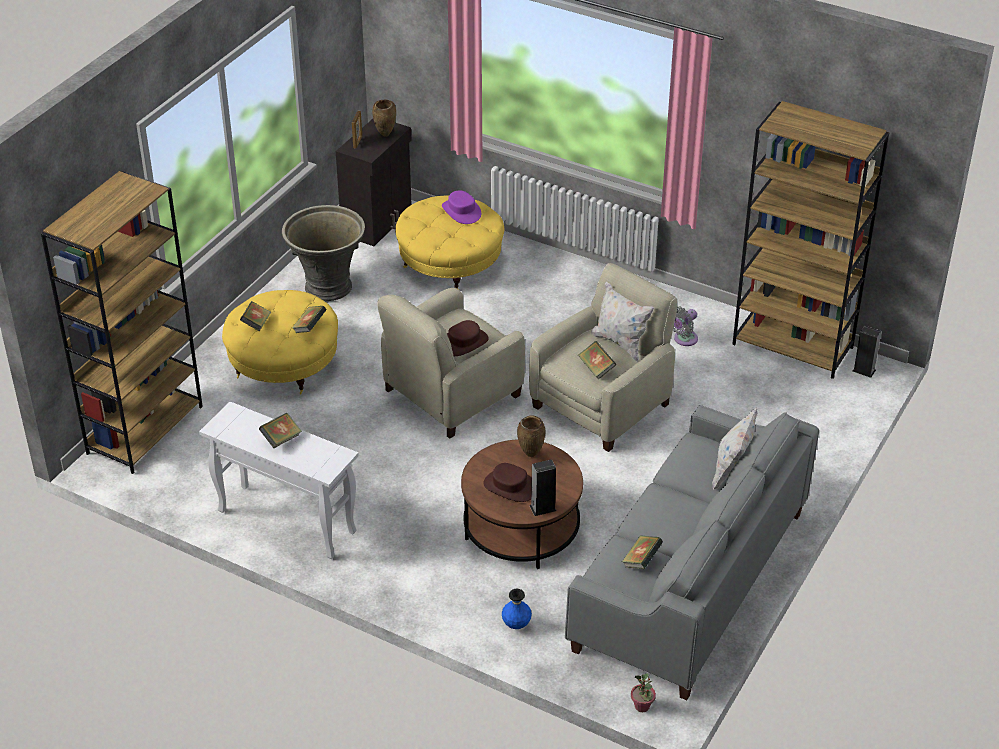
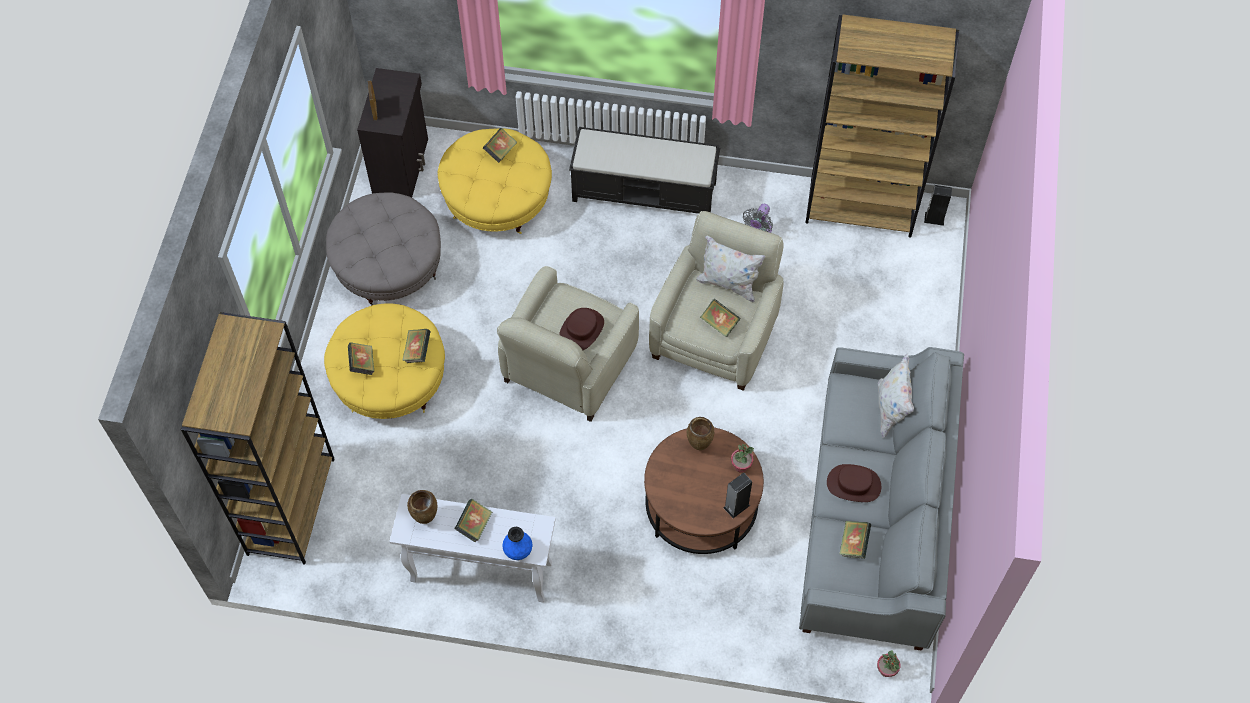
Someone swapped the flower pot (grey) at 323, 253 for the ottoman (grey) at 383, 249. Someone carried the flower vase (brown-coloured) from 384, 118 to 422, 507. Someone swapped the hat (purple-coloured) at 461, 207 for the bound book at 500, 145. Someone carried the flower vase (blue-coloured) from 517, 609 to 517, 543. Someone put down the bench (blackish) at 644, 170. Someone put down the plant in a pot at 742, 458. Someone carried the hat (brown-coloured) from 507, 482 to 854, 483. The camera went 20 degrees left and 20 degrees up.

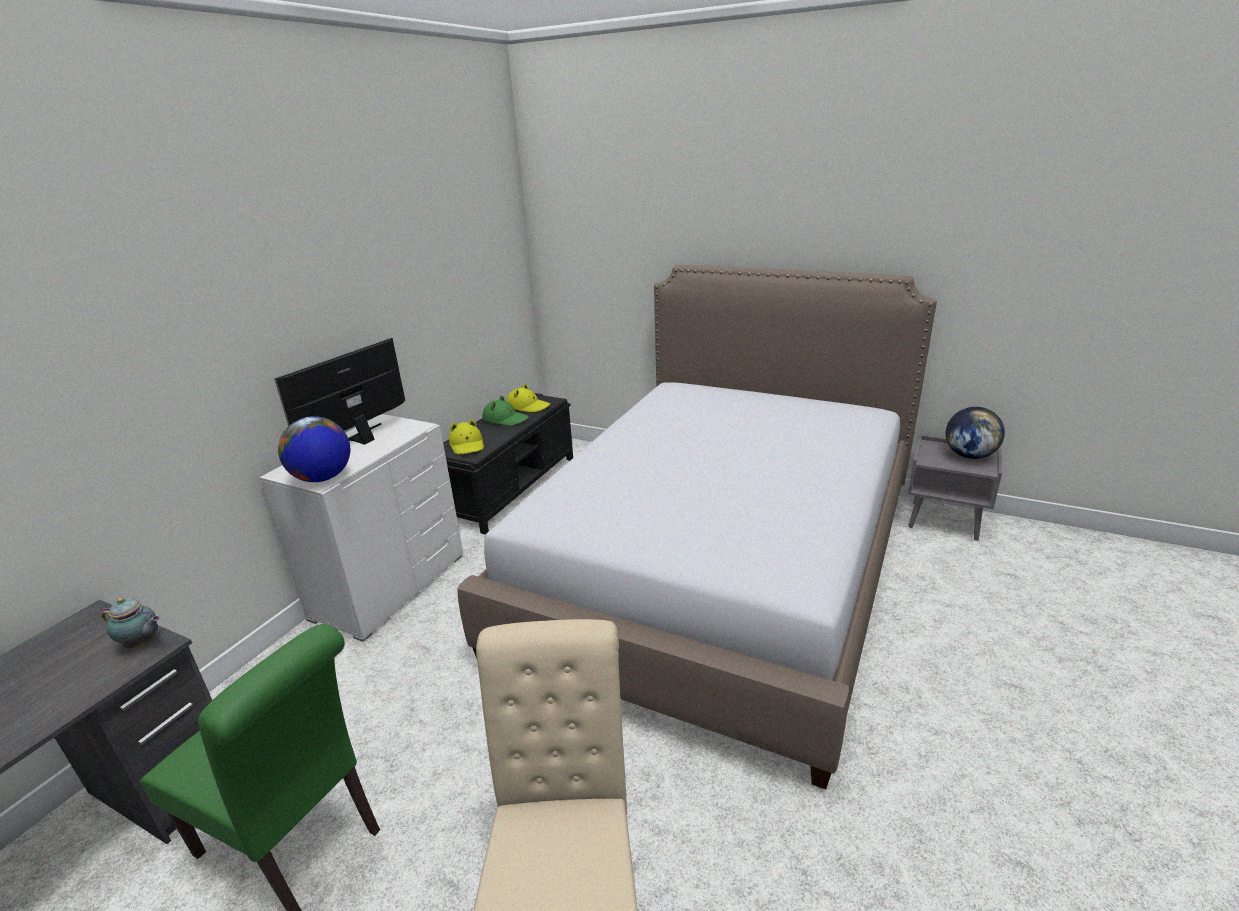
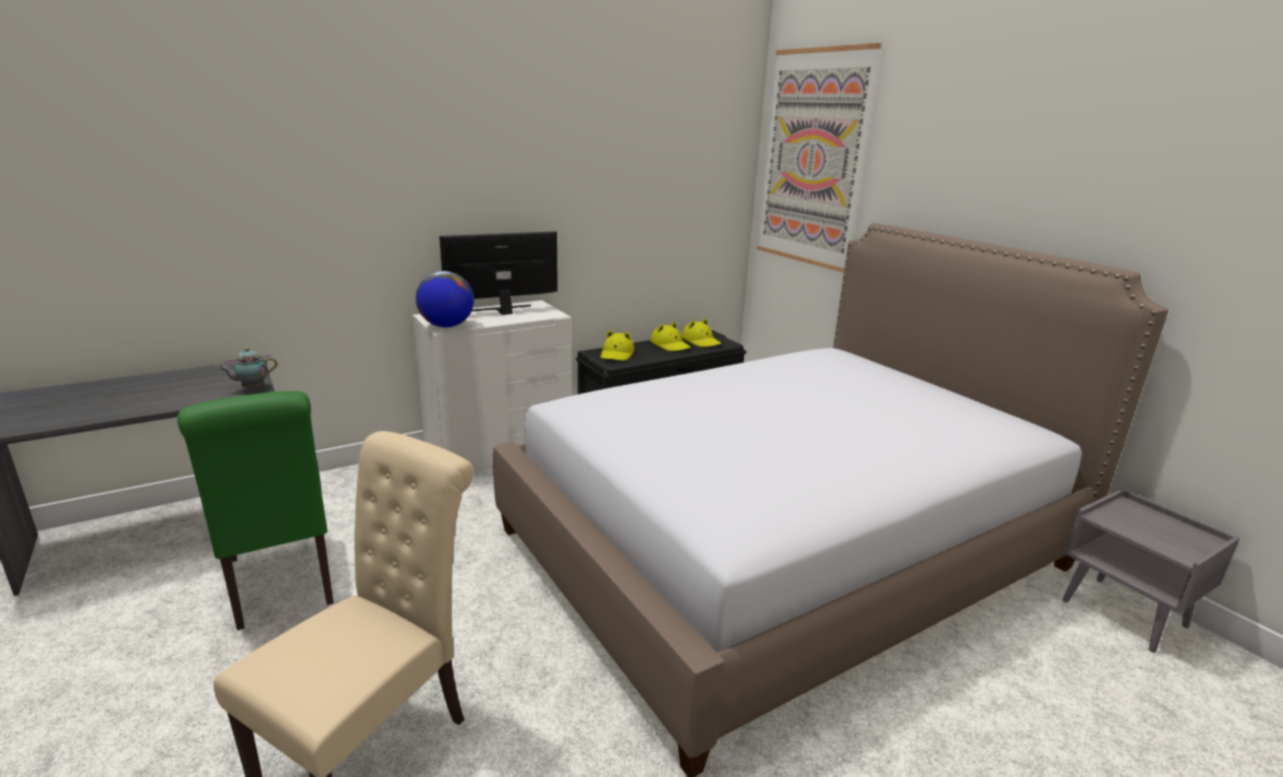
Someone rotated the pot for tea at 130, 622 by 105 degrees clockwise. Someone repainted the hat (green) at 505, 410, which became the hat (yellow) at 670, 336. Someone put up the picture at 819, 158. Someone took away the globe at 975, 433. The camera went 30 degrees right and 5 degrees down.

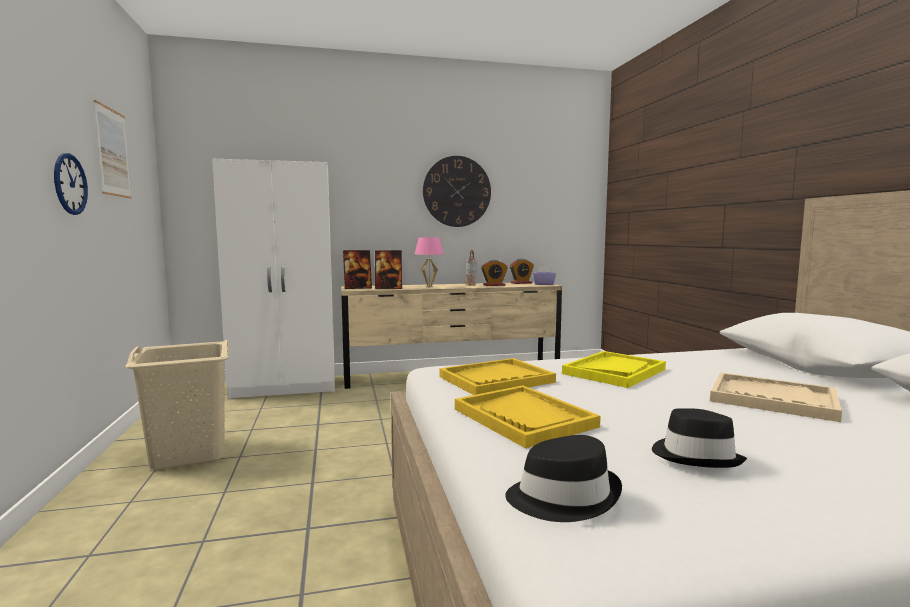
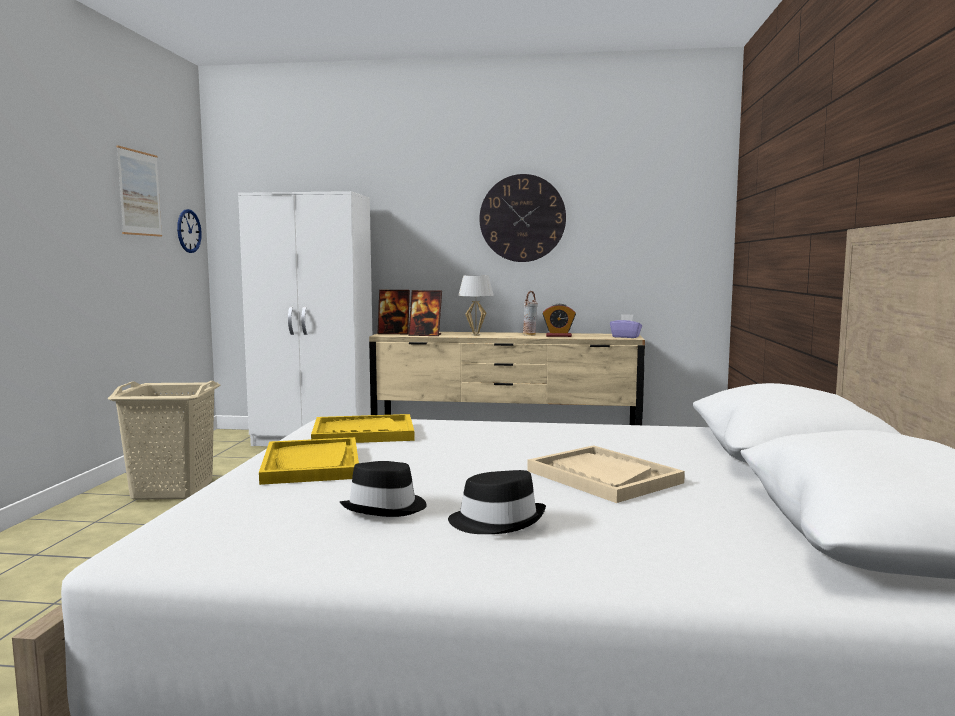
Someone carried the wall clock from 71, 184 to 189, 231. Someone carried the hat (blackish) from 563, 478 to 497, 502. Someone repainted the lamp for a table (pink) at 429, 262, which became the lamp for a table (whitish) at 476, 305. Someone took away the table clock at 522, 271. Someone took away the serving tray (yellow) at 614, 369. The camera went 20 degrees right and 0 degrees up.

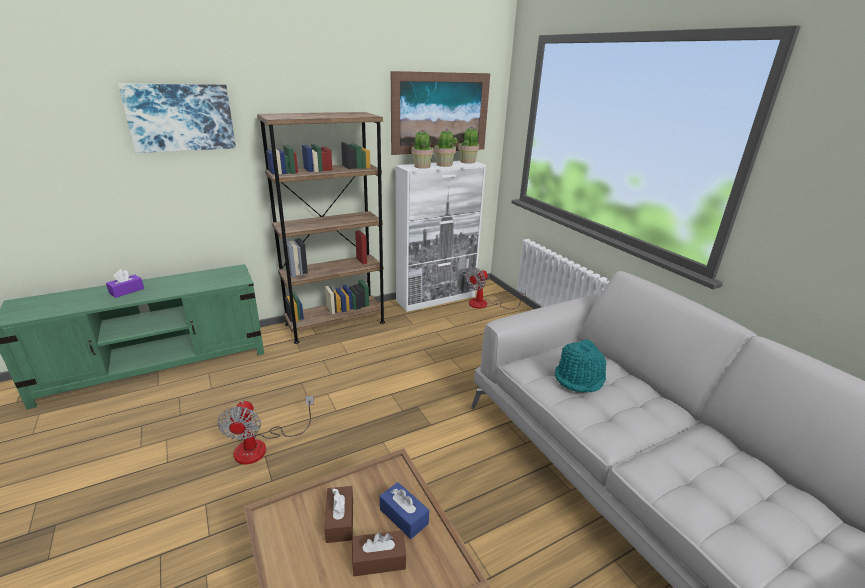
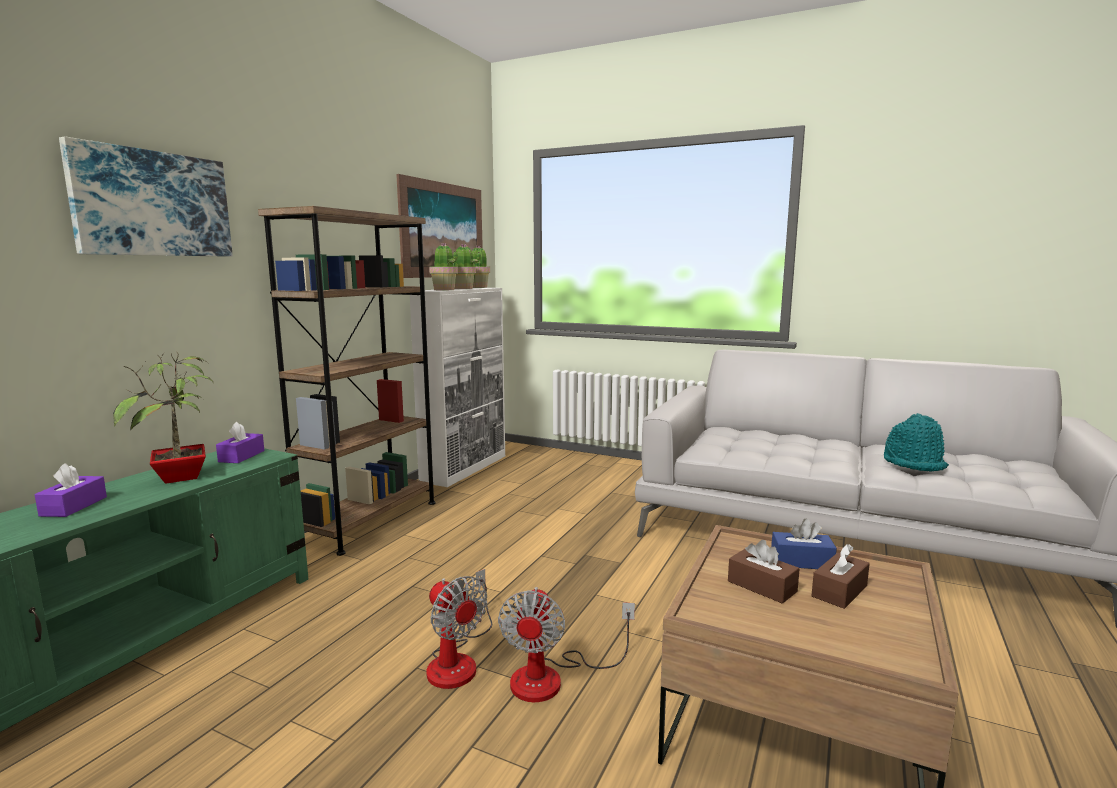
Someone put down the plant in a pot at 163, 418. Someone put down the box of tissues (purple-coloured) at 240, 442. Someone carried the electric fan from 496, 288 to 566, 644. Someone carried the hat (blue-green) from 580, 366 to 916, 442. The camera went 35 degrees left and 15 degrees down.

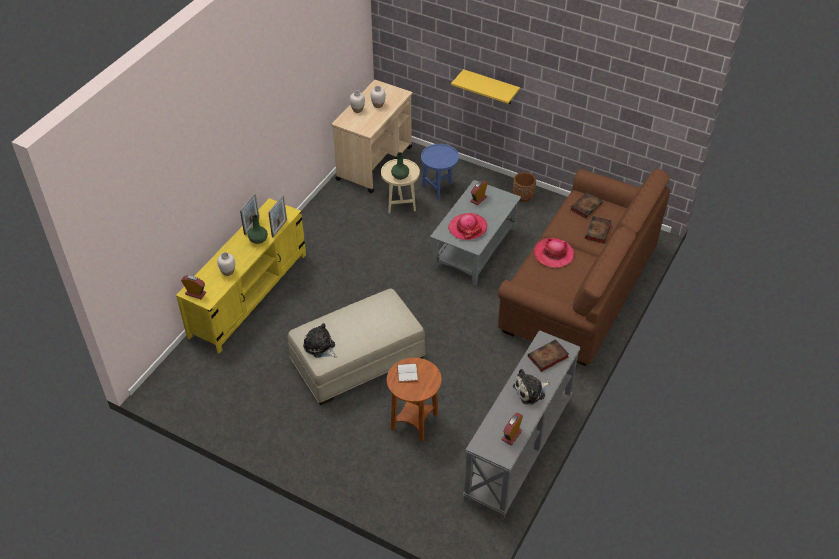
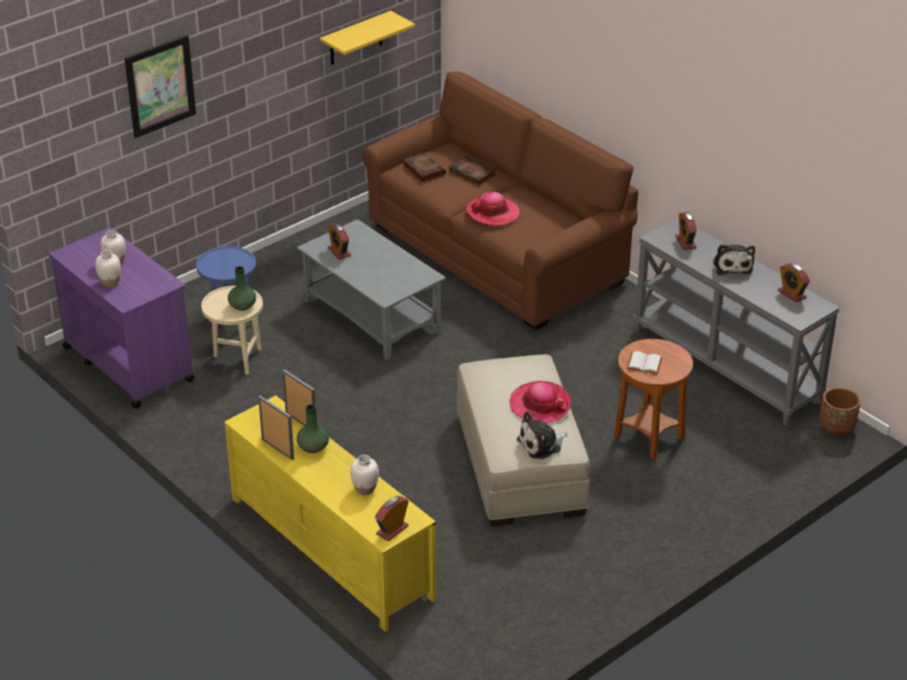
Someone repainted the wheeled cart (sand-coloured) at 372, 136, which became the wheeled cart (purple-coloured) at 122, 318. Someone put up the picture at 160, 86. Someone carried the bracket shelf (yellow) from 485, 86 to 367, 38. Someone carried the hat from 467, 226 to 540, 402. Someone swapped the bound book at 548, 355 for the table clock at 686, 231. Someone carried the flower pot (brown-coloured) from 524, 187 to 840, 412. The camera went 70 degrees left and 10 degrees down.

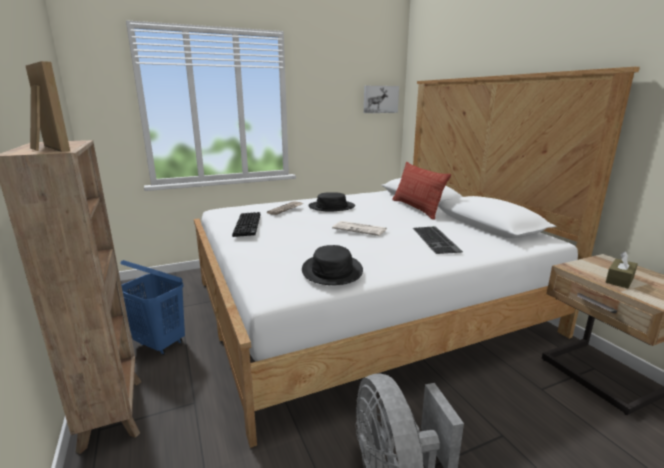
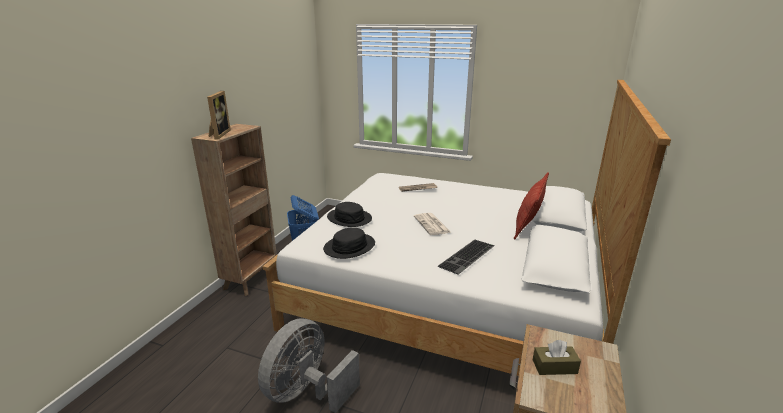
Someone carried the hat (blackish) from 331, 201 to 349, 214. Someone took away the computer keyboard at 246, 224. Someone took away the picture at 381, 99. The camera went 45 degrees right and 5 degrees up.

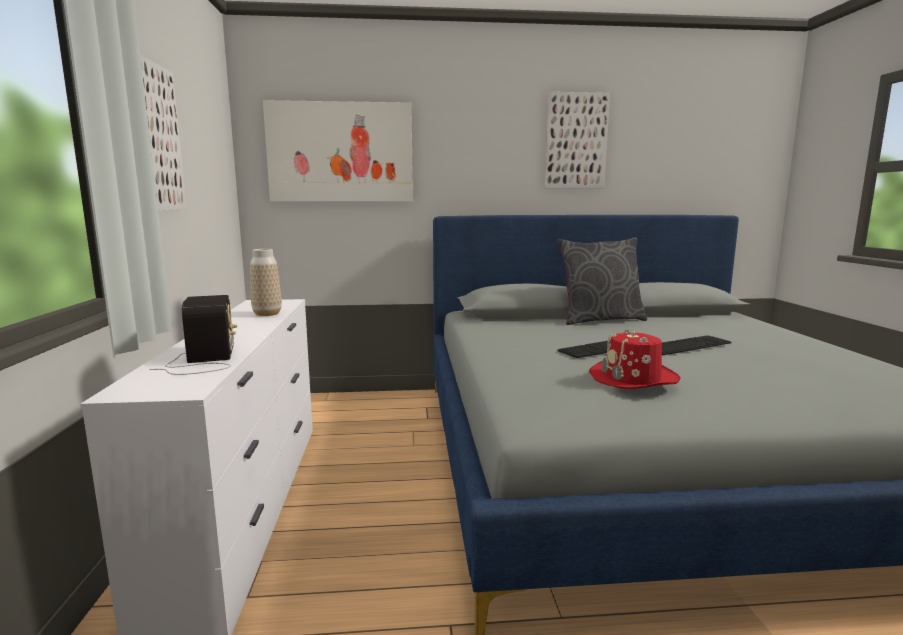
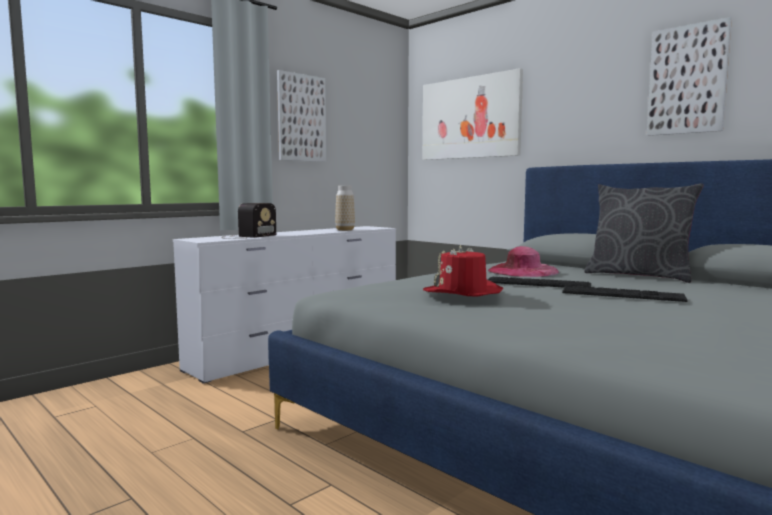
Someone put down the hat (pink) at 523, 261. The camera went 50 degrees right and 5 degrees down.

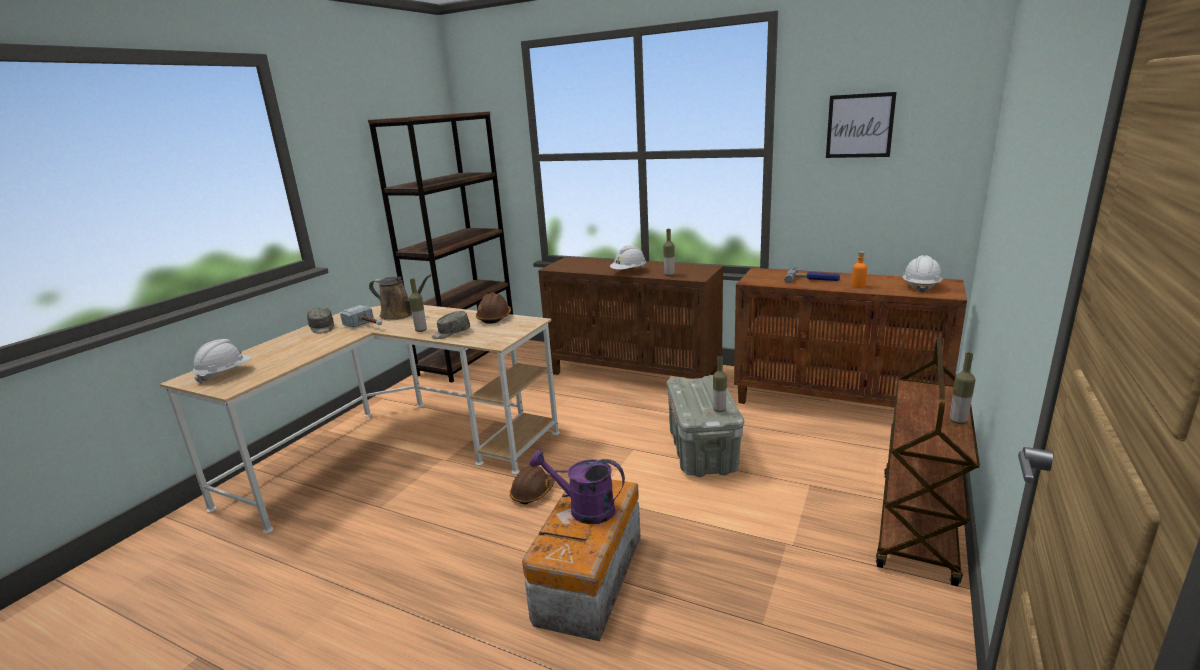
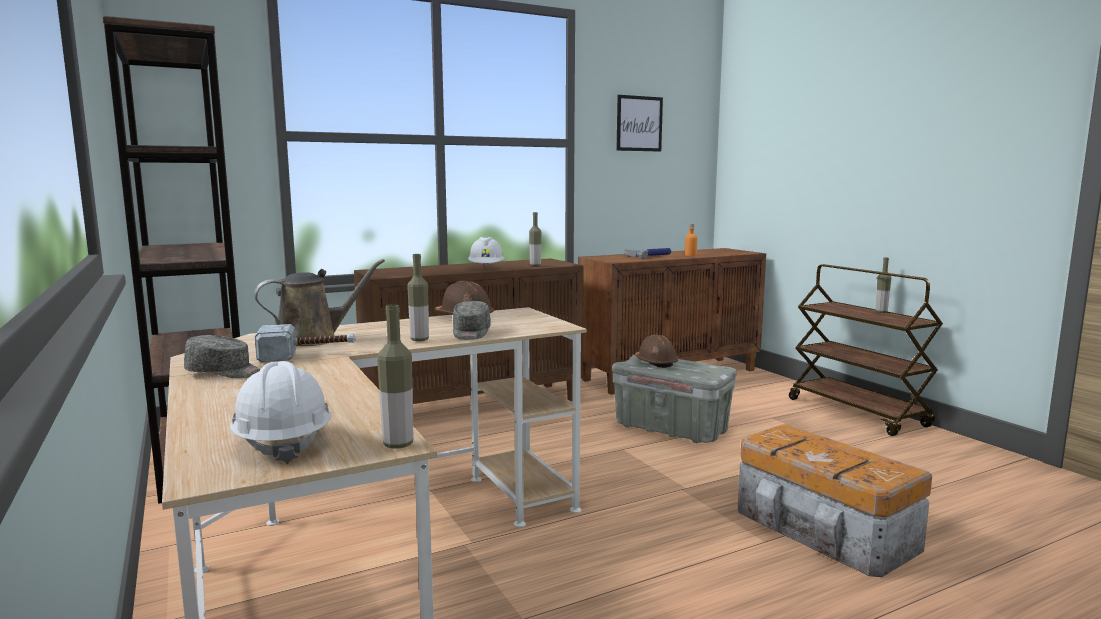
Someone carried the drink bottle from 720, 384 to 395, 376. Someone carried the work helmet (brown-coloured) from 532, 485 to 656, 351. Someone took away the watering pot (purple-coloured) at 577, 487. Someone took away the work helmet (whitish) at 922, 274. The camera went 55 degrees left and 10 degrees down.

